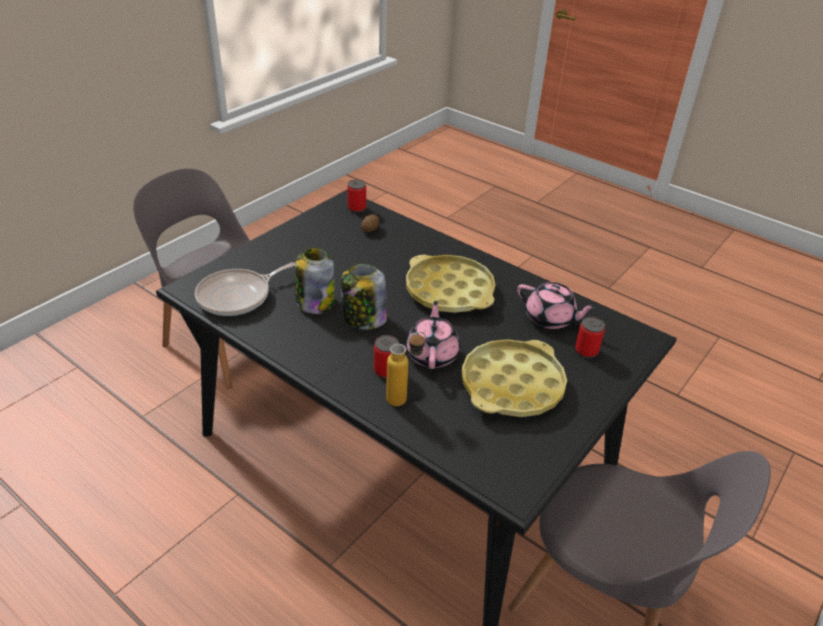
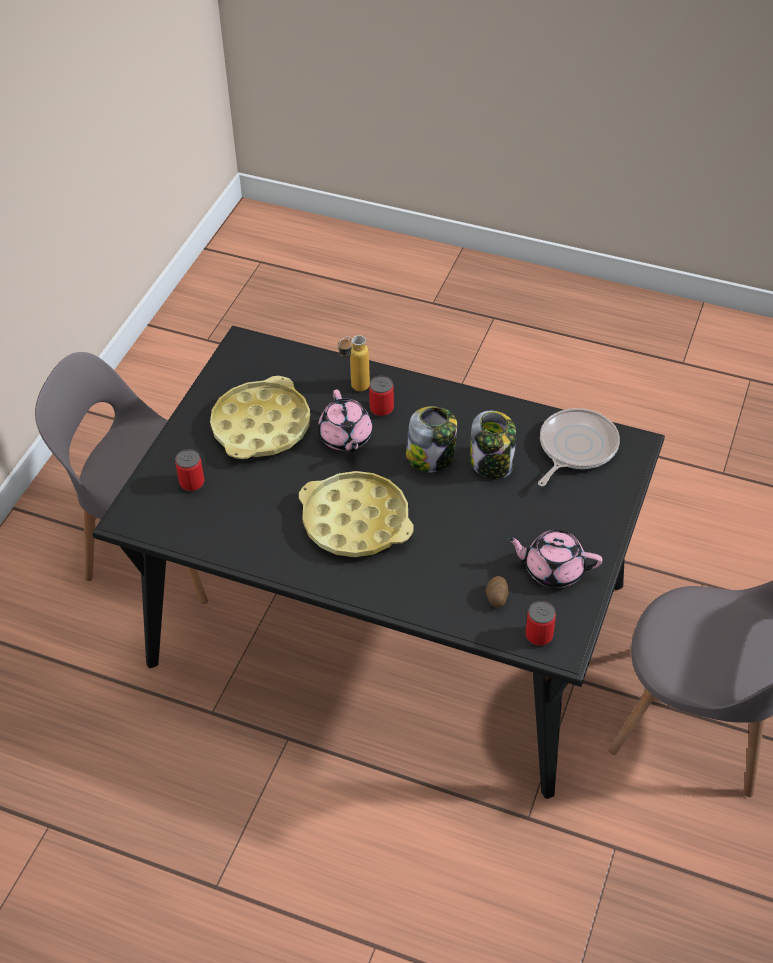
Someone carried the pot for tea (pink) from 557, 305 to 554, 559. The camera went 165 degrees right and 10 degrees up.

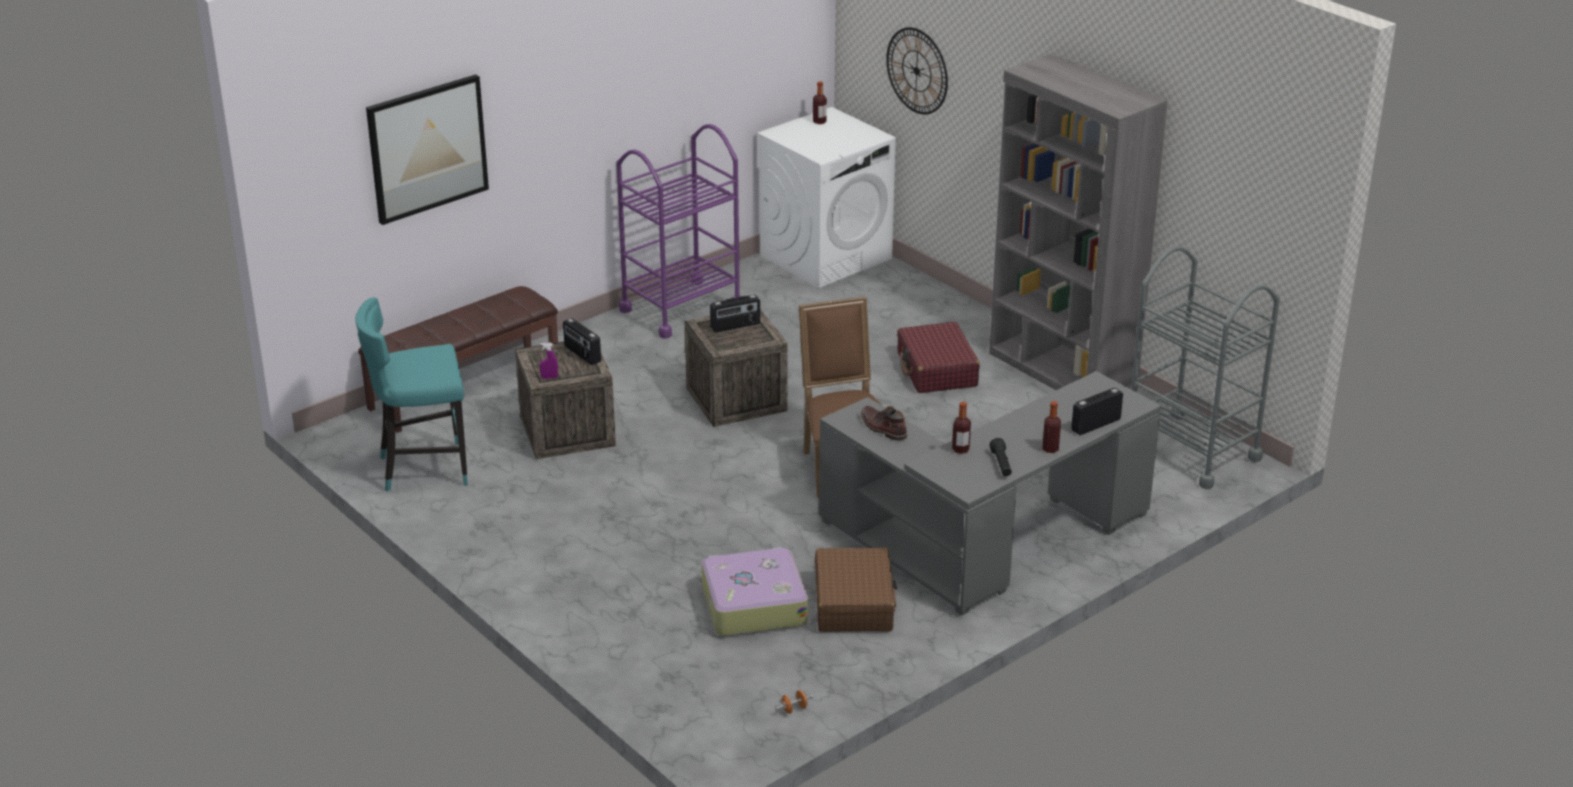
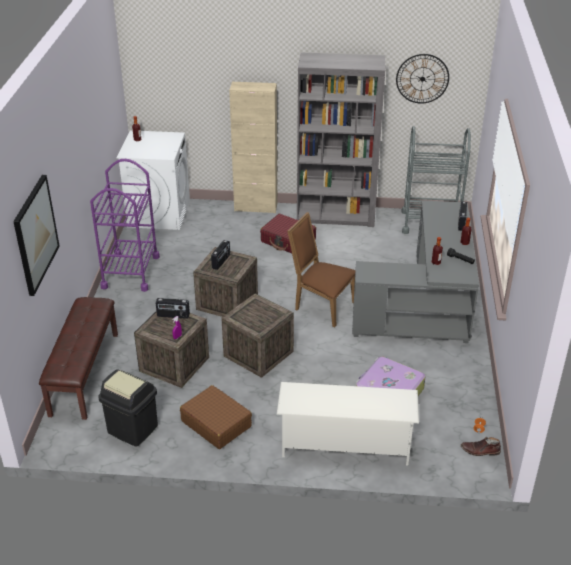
Someone swapped the stool seat (blue-green) at 411, 394 for the rubbish bin (blackish) at 128, 408. Someone carried the travel case (brown-coloured) from 856, 590 to 216, 417. Someone put down the shipping crate at 257, 336. Someone put down the cabinet (sand-coloured) at 253, 147. Someone put down the shoe shelf (whitish) at 348, 423. Someone carried the wall clock from 917, 70 to 422, 79. Someone carried the boot (brown-coloured) from 884, 423 to 481, 446. The camera went 45 degrees left and 5 degrees up.

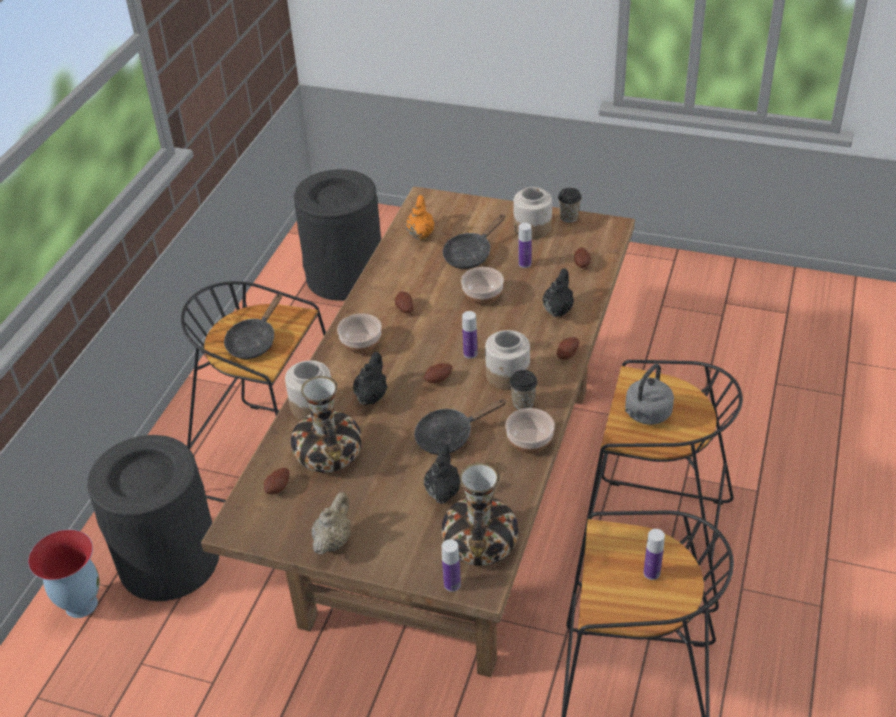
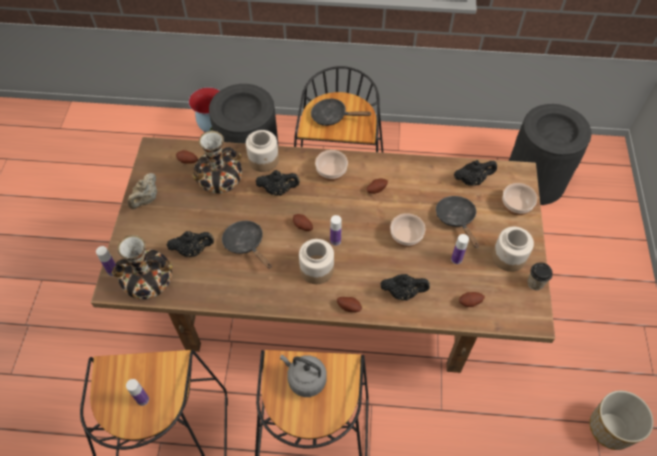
Someone rotated the pot for tea (sand-coloured) at 331, 523 by 105 degrees clockwise. Someone rotated the frying pan (blackish) at 474, 241 by 45 degrees clockwise. Someone repainted the pot for tea (orange) at 420, 217, which became the pot for tea (blackish) at 475, 173. Someone carried the bowl from 530, 431 to 519, 199. Someone put down the flower pot at 621, 420. Someone took away the small cup at 523, 390. The camera went 75 degrees right and 15 degrees up.

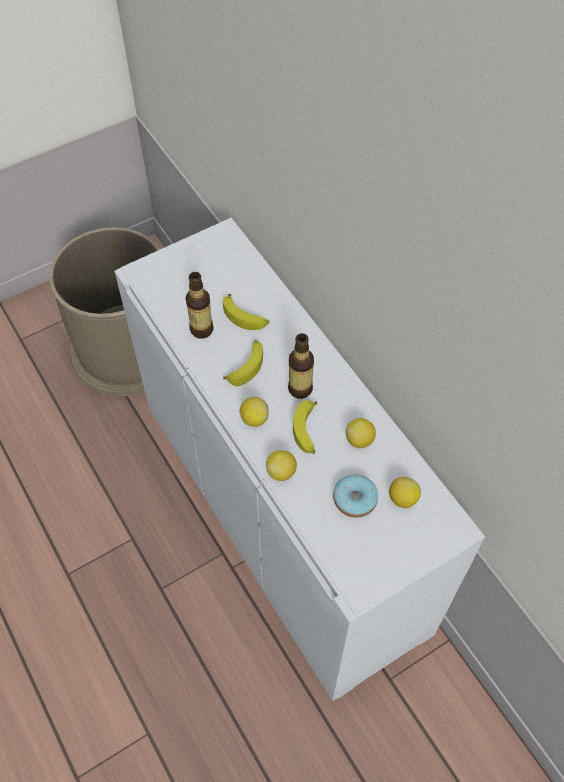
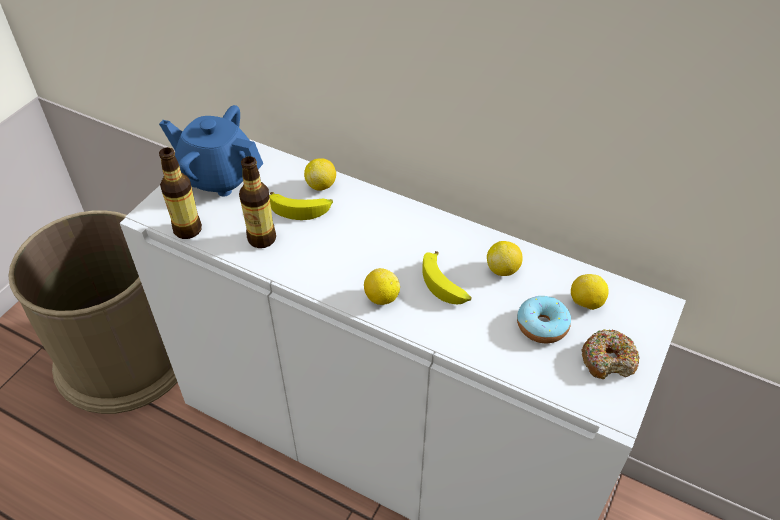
Someone put down the pot for tea (blue-coloured) at 211, 151. Someone carried the drink bottle from 301, 366 to 180, 193. Someone carried the citrus fruit from 281, 465 to 320, 174. Someone put down the ring doughnut at 610, 354. Someone took away the banana at 243, 363. The camera went 30 degrees left and 10 degrees down.

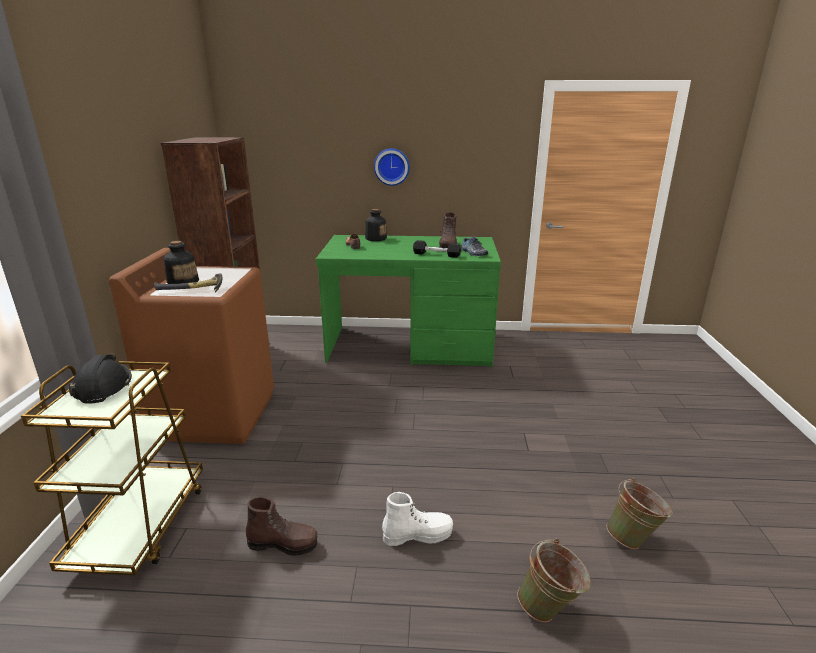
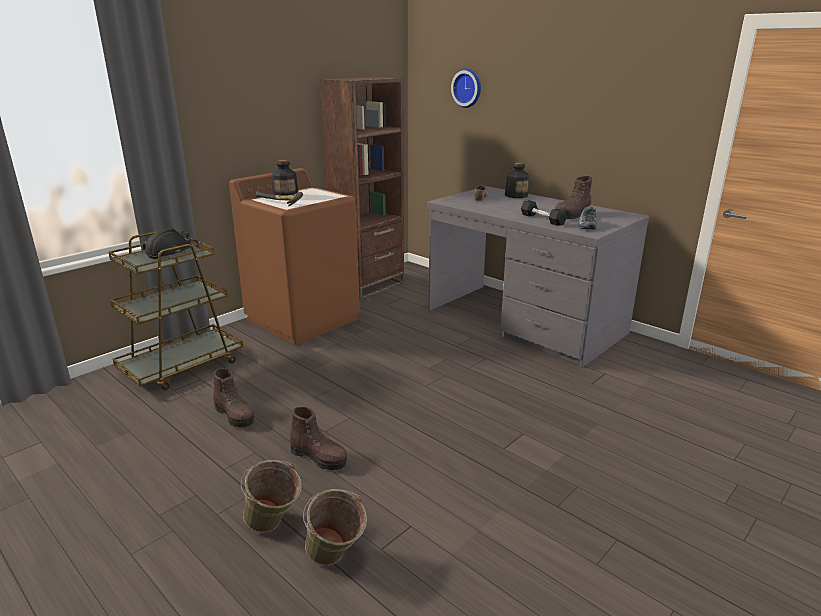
Someone carried the pail (green) from 639, 513 to 271, 496. Someone repainted the boot (whitish) at 417, 519, which became the boot (brown-coloured) at 318, 438. Someone repainted the desk table (green) at 408, 301, which became the desk table (grey) at 538, 276. Someone carried the wall clock from 392, 167 to 466, 88. The camera went 40 degrees right and 0 degrees up.

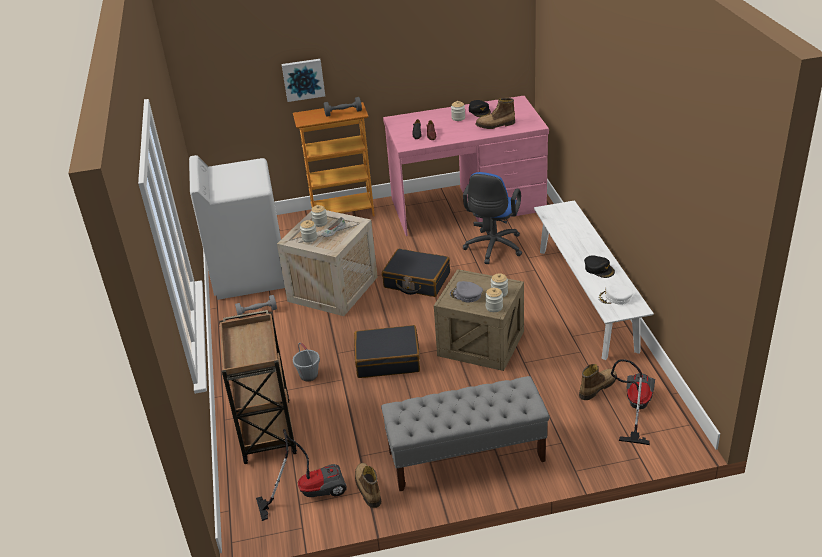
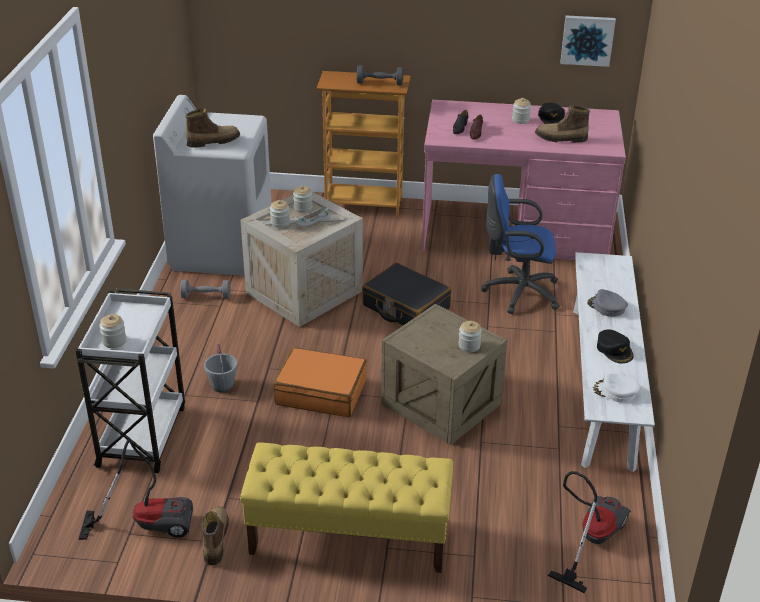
Someone repainted the wheeled cart (brown-coloured) at 258, 387, which became the wheeled cart (whitish) at 130, 381. Someone carried the jar from 494, 300 to 112, 331. Someone carried the boot from 598, 382 to 212, 128. Someone repainted the bench (grey) at 465, 434, which became the bench (yellow) at 346, 507. Someone repainted the travel case (blackish) at 387, 351, which became the travel case (orange) at 320, 382. Someone rotated the office chair (blue-coloured) at 492, 218 by 60 degrees clockwise. Someone carried the picture from 303, 80 to 588, 41. Someone carried the cap (grey) from 466, 292 to 607, 303. The camera went 15 degrees right and 0 degrees up.

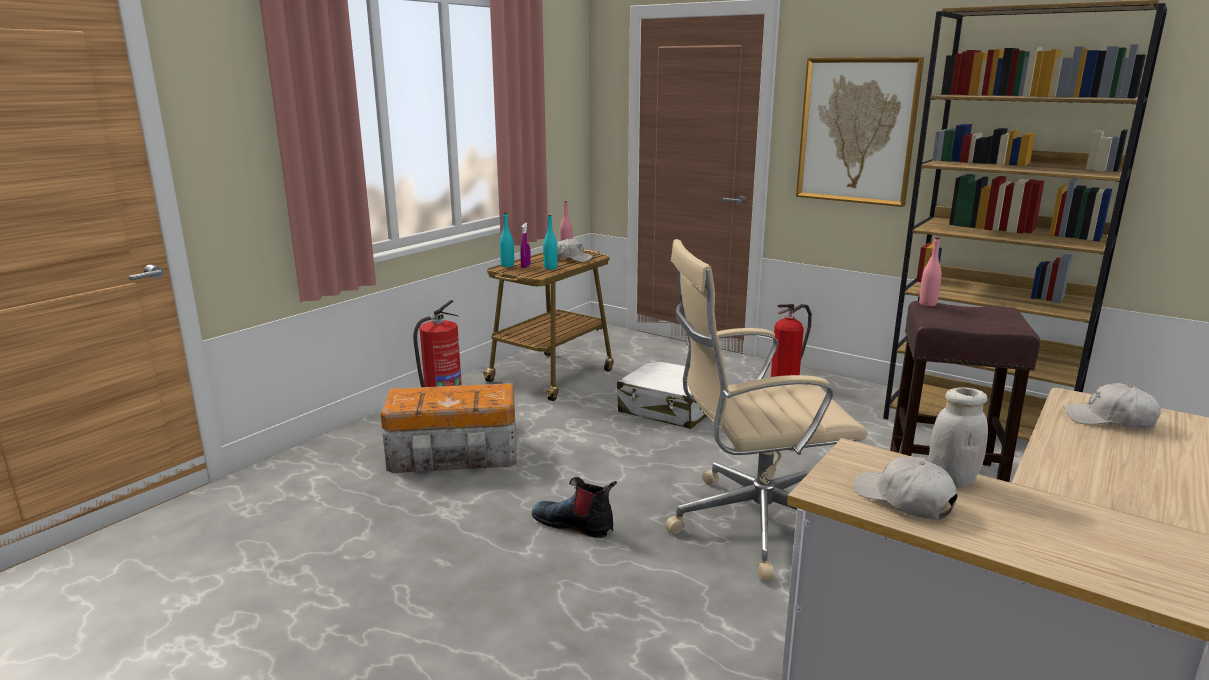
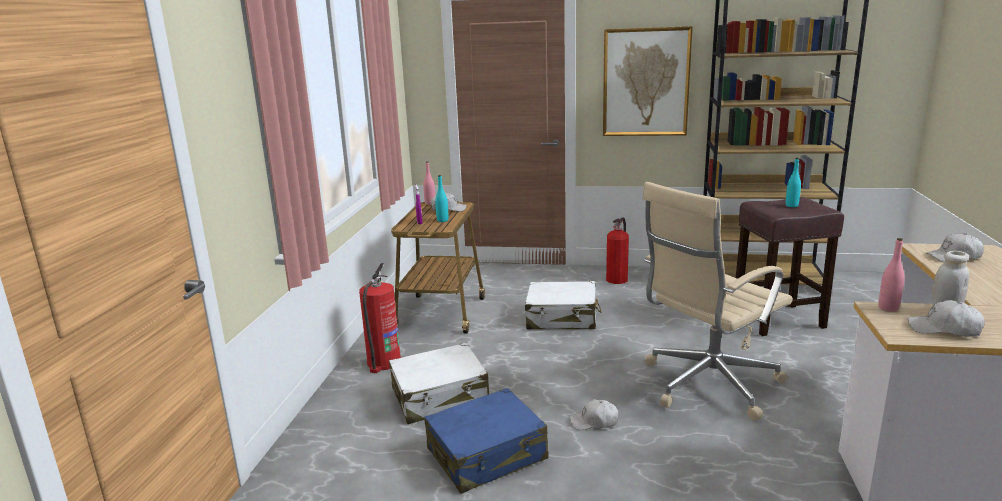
Someone swapped the storage bin at 449, 428 for the travel case (whitish) at 439, 383. Someone put down the travel case (blue-coloured) at 486, 441. Someone swapped the boot at 574, 507 for the cap (whitish) at 594, 414. Someone carried the drink bottle (blue-green) from 507, 240 to 793, 182. Someone carried the drink bottle (pink) from 930, 271 to 891, 275. The camera went 25 degrees left and 0 degrees up.

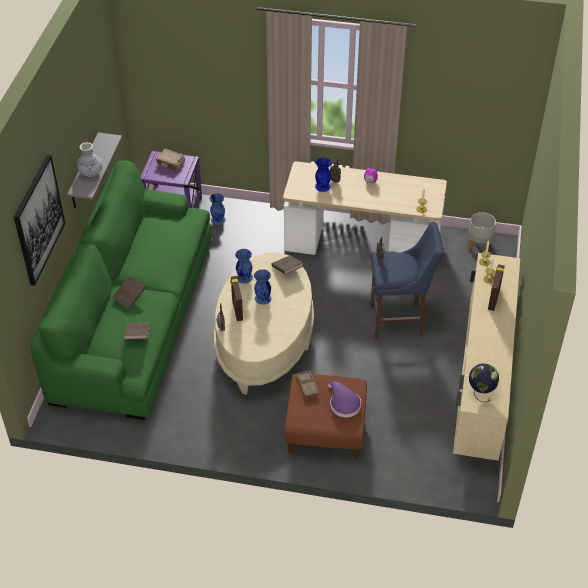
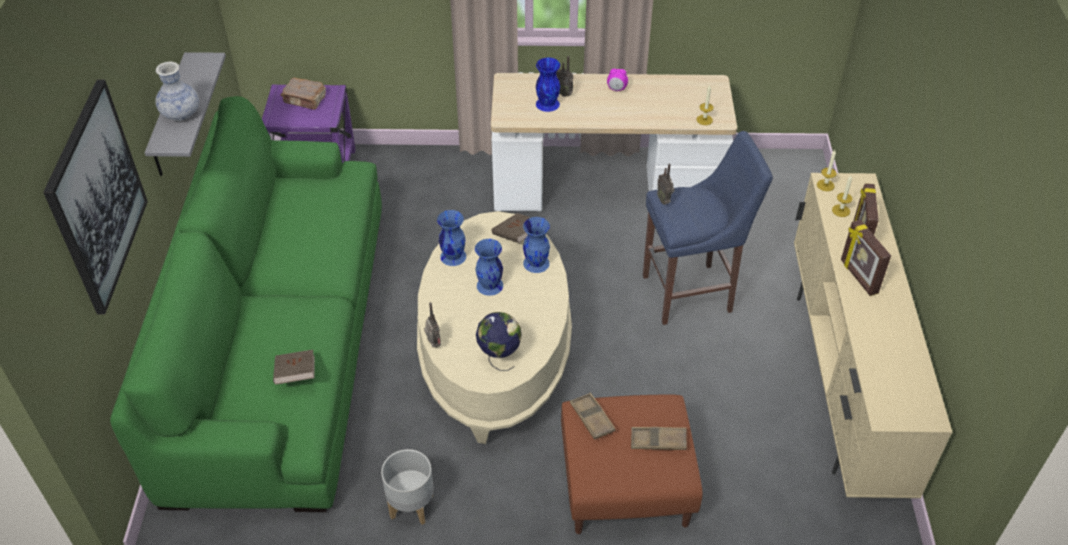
Someone carried the flower pot (grey) from 482, 231 to 407, 487. Someone carried the globe from 484, 382 to 499, 341. Someone carried the flower vase (blue-coloured) from 218, 209 to 536, 245. Someone swapped the hat (purple-coloured) at 344, 399 for the serving tray (brown-coloured) at 659, 438. Someone carried the standing frame from 236, 298 to 866, 257. Someone took away the bound book (brown-coloured) at 129, 292. The camera went 10 degrees left and 0 degrees up.

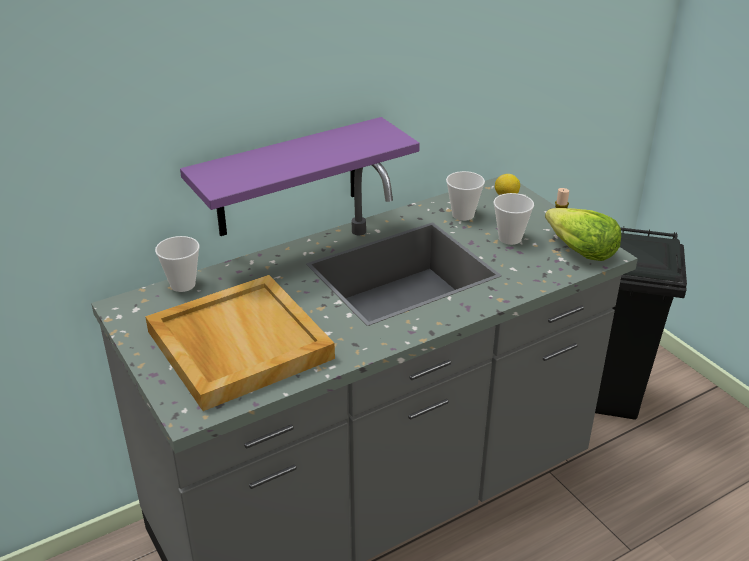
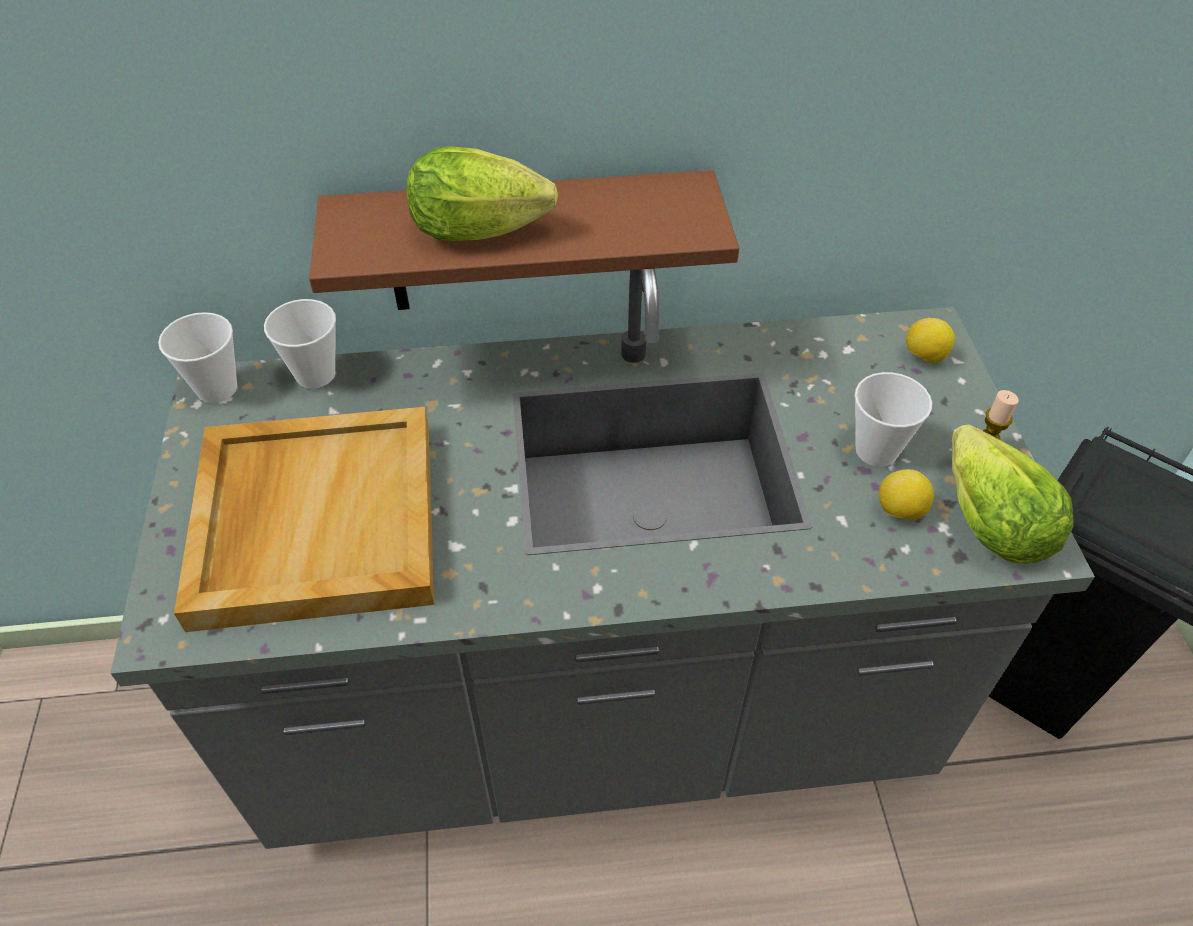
Someone carried the small cup from 465, 196 to 197, 357. Someone repainted the bracket shelf (purple-coloured) at 300, 176, which became the bracket shelf (brown-coloured) at 524, 240. Someone put down the head of lettuce at 482, 193. Someone put down the citrus fruit at 906, 494. The camera went 25 degrees right and 15 degrees up.

